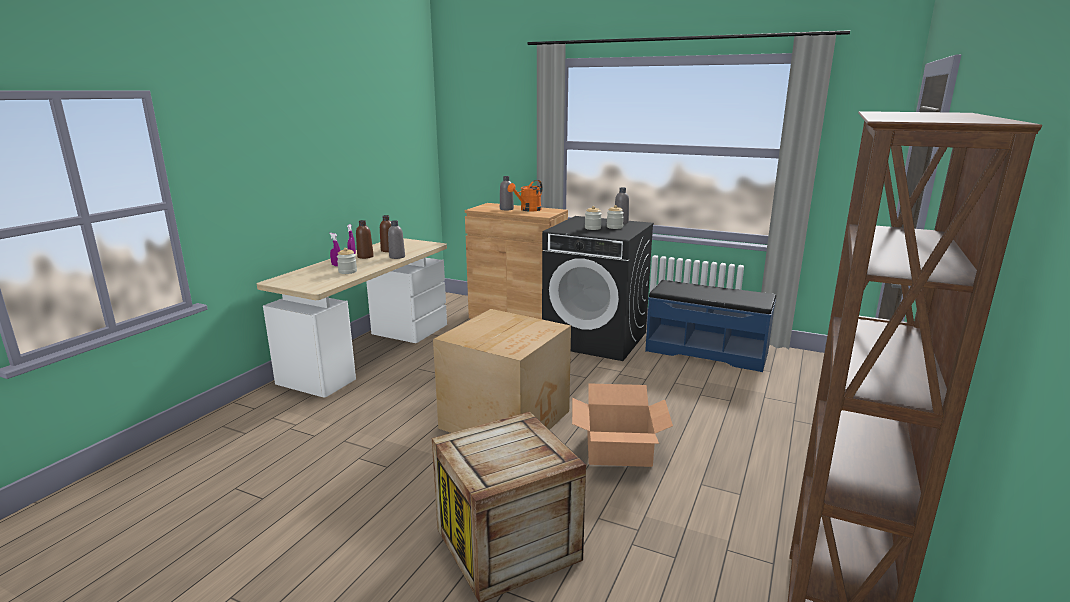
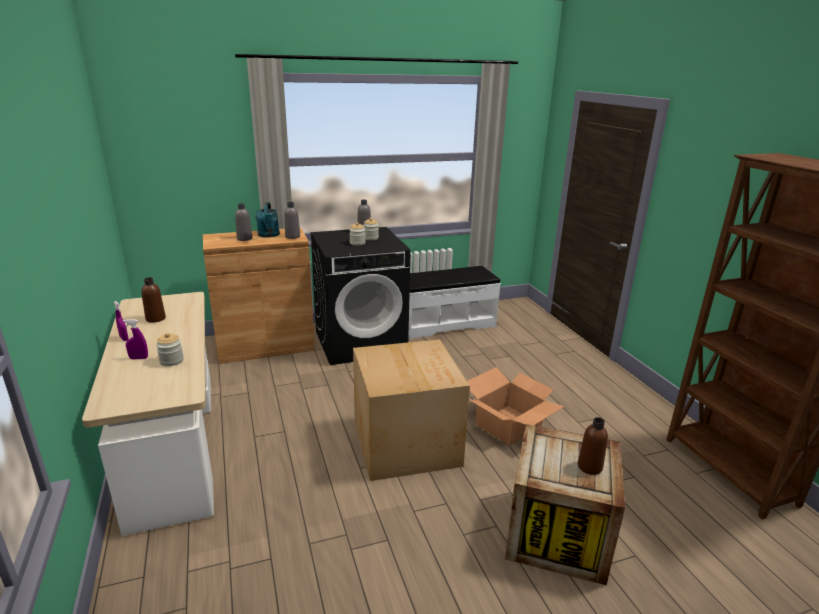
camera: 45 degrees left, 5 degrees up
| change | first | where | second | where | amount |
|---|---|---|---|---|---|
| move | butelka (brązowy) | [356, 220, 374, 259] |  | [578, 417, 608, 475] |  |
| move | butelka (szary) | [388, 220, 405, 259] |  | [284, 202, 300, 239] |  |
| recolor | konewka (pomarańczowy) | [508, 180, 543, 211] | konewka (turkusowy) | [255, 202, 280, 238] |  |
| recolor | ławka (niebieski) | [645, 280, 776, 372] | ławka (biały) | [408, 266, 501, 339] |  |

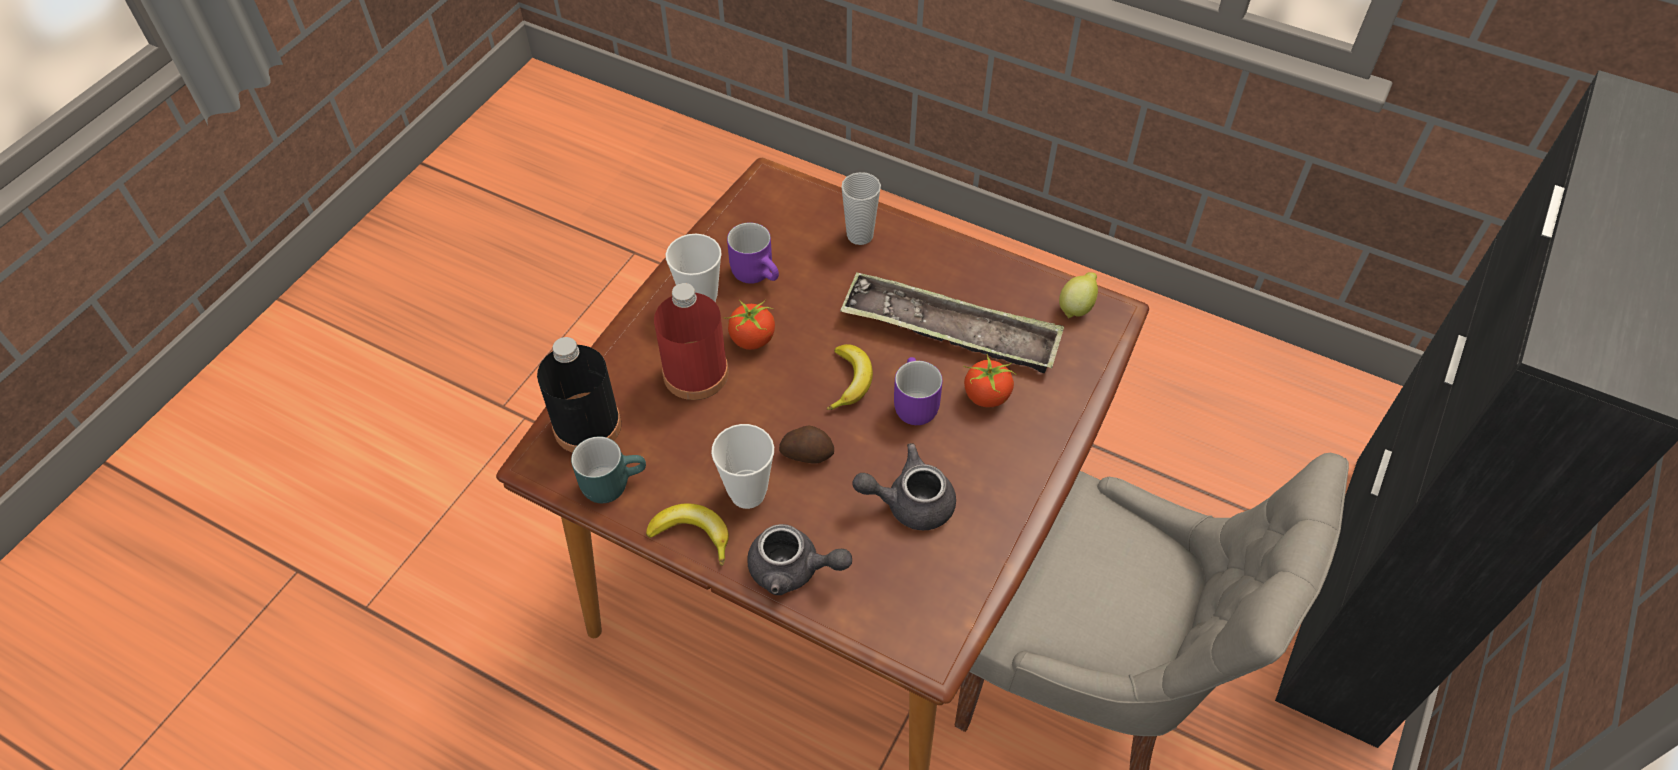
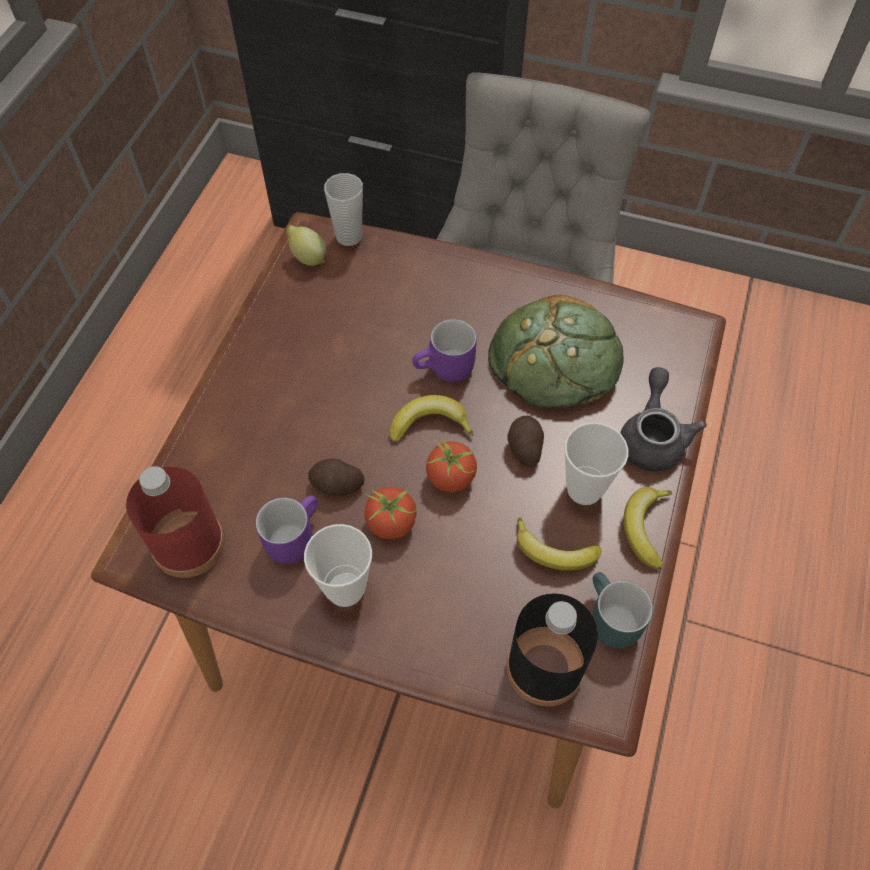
camera: 100 degrees left, 5 degrees up
| change | first | where | second | where | amount |
|---|---|---|---|---|---|
| move | butelka (czerwony) | [654, 283, 729, 400] |  | [126, 466, 225, 578] |  |
| delete | taca | [840, 272, 1064, 373] |  |  |  |
| move | filiżanka | [841, 172, 881, 245] |  | [324, 173, 363, 246] |  |
| replace | imbryk (szary) | [852, 443, 956, 530] | chleb | [488, 295, 624, 408] |  |
| move | pomidor | [963, 354, 1016, 407] |  | [426, 437, 477, 492] |  |
| insert |  |  | ziemniak | [308, 459, 365, 495] |  |
| insert |  |  | banan | [517, 517, 601, 571] |  |

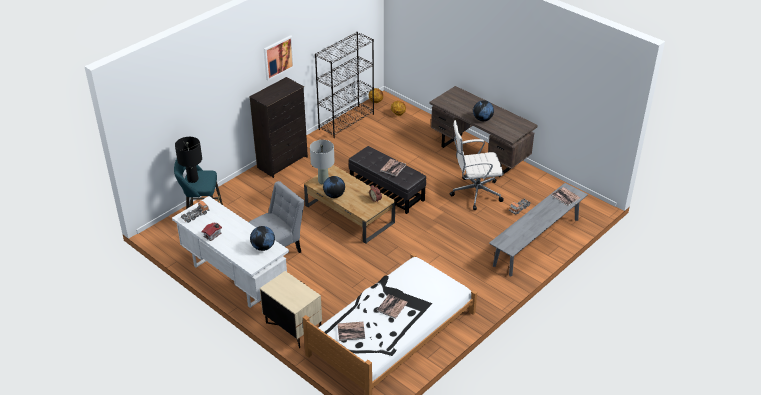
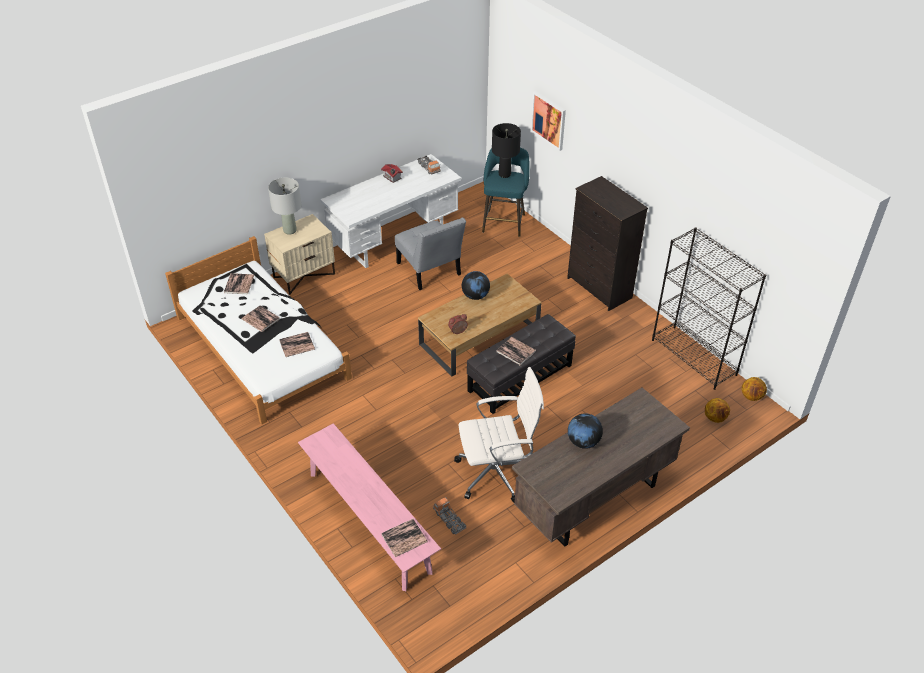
camera: 100 degrees right, 5 degrees up
| change | first | where | second | where | amount |
|---|---|---|---|---|---|
| delete | globus | [250, 226, 275, 251] |  |  |  |
| move | obraz | [264, 35, 294, 81] |  | [531, 91, 566, 151] |  |
| move | lampa stołowa (szary) | [310, 140, 335, 185] |  | [268, 177, 301, 235] |  |
| rotate | krzesło biurowe (biały) | [450, 120, 504, 210] |  | [454, 367, 544, 502] | 75 degrees clockwise |
| recolor | ławka (szary) | [489, 183, 588, 276] | ławka (różowy) | [298, 423, 441, 591] |  |
| insert |  |  | książka | [279, 332, 315, 357] |  |

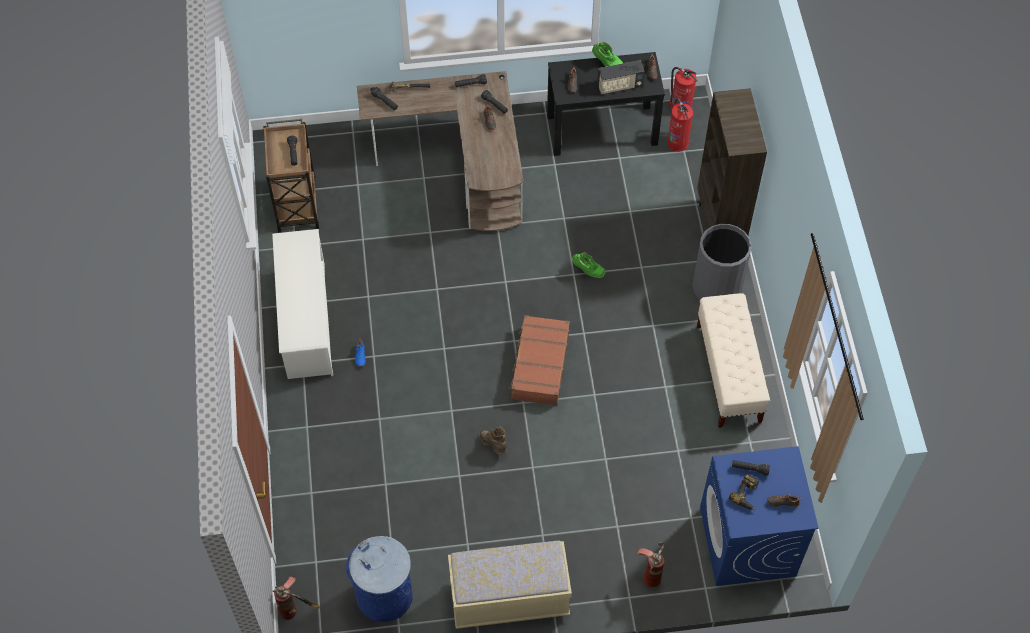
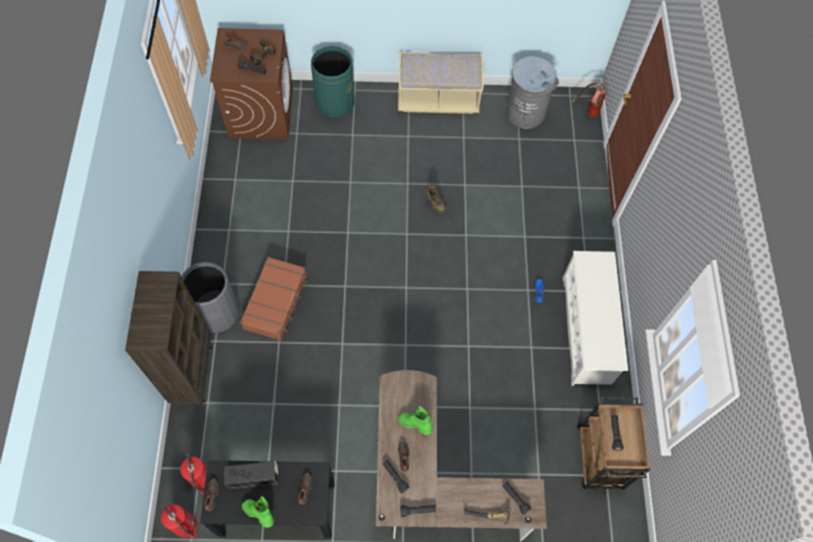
camera: 175 degrees left, 5 degrees up
| change | first | where | second | where | amount |
|---|---|---|---|---|---|
| recolor | kosz na śmieci (niebieski) | [344, 536, 413, 622] | kosz na śmieci (szary) | [506, 56, 559, 129] |  |
| move | walizka (brązowy) | [509, 315, 570, 406] |  | [240, 257, 308, 341] |  |
| move | but z cholewką (zielony) | [572, 252, 605, 278] |  | [398, 406, 433, 435] |  |
| replace | gaśnica | [637, 542, 665, 587] | kosz na śmieci (zielony) | [311, 46, 355, 118] |  |
| delete | ławka (beżowy) | [697, 293, 770, 428] |  |  |  |
| recolor | pralka (niebieski) | [700, 446, 819, 586] | pralka (brązowy) | [210, 28, 293, 140] |  |

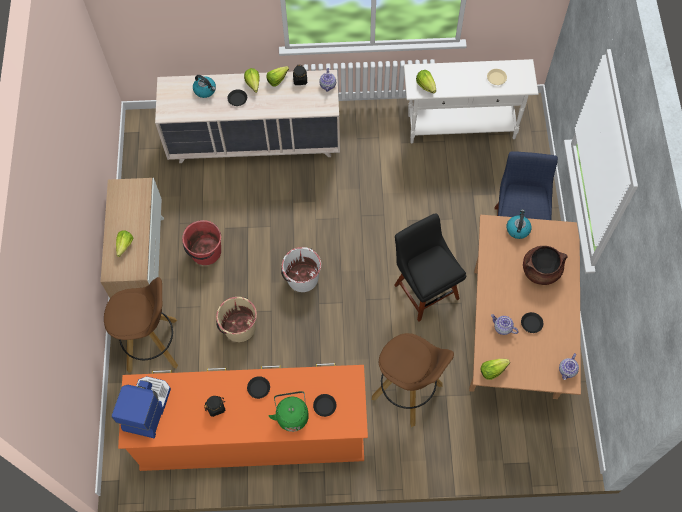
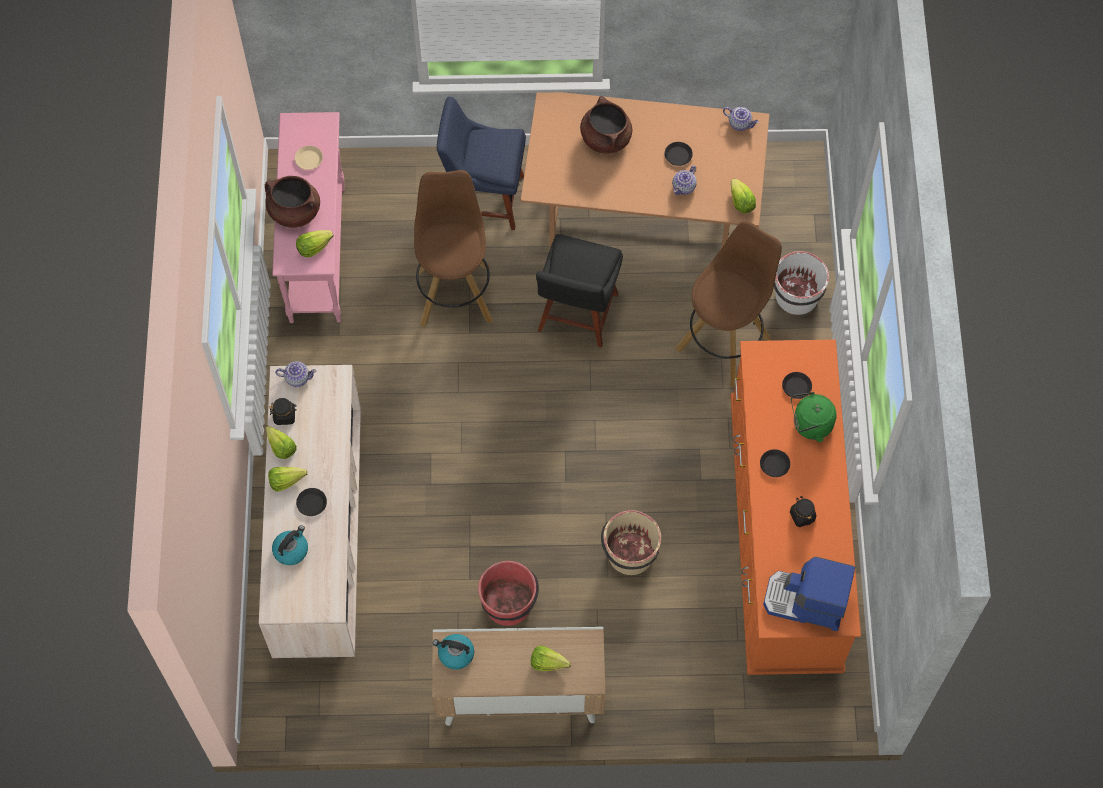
camera: 90 degrees left, 0 degrees up
| change | first | where | second | where | amount |
|---|---|---|---|---|---|
| move | stołek (brązowy) | [104, 277, 178, 373] |  | [414, 170, 493, 327] |  |
| move | wiadro (biały) | [281, 247, 321, 292] |  | [774, 251, 829, 315] |  |
| rotate | krzesło (czarny) | [394, 213, 466, 322] |  | [536, 234, 623, 348] | 45 degrees counterclockwise |
| recolor | stolik konsolowy (biały) | [404, 59, 539, 144] | stolik konsolowy (różowy) | [272, 112, 345, 323] |  |
| move | czajnik | [507, 209, 532, 239] |  | [433, 634, 474, 670] |  |
| insert |  |  | garnek (brązowy) | [265, 176, 320, 228] |  |

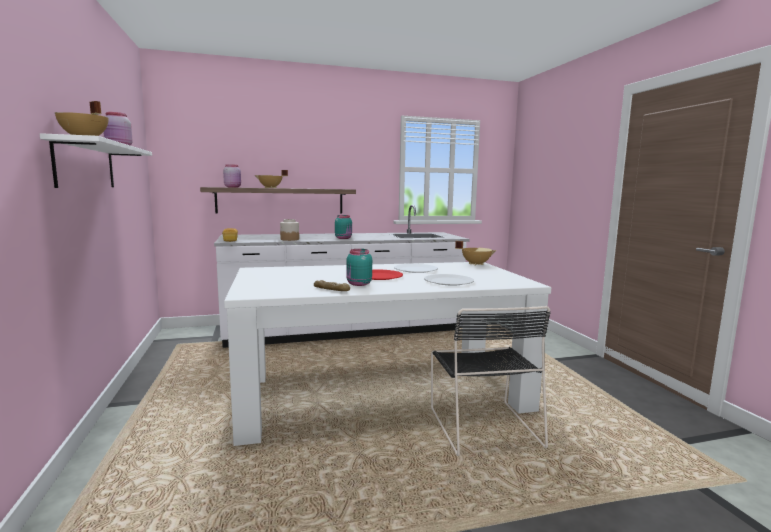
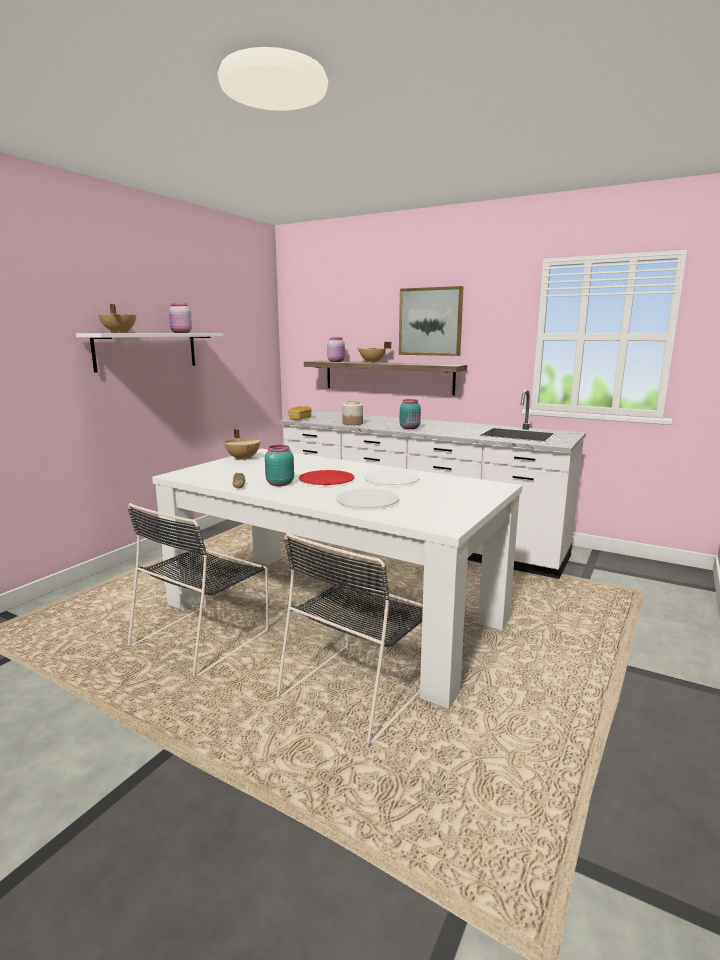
camera: 45 degrees right, 5 degrees up
| change | first | where | second | where | amount |
|---|---|---|---|---|---|
| move | garnek (beżowy) | [455, 241, 496, 266] |  | [224, 429, 260, 461] |  |
| insert |  |  | krzesło (czarny) | [128, 503, 269, 678] |  |
| insert |  |  | obraz | [399, 286, 464, 356] |  |

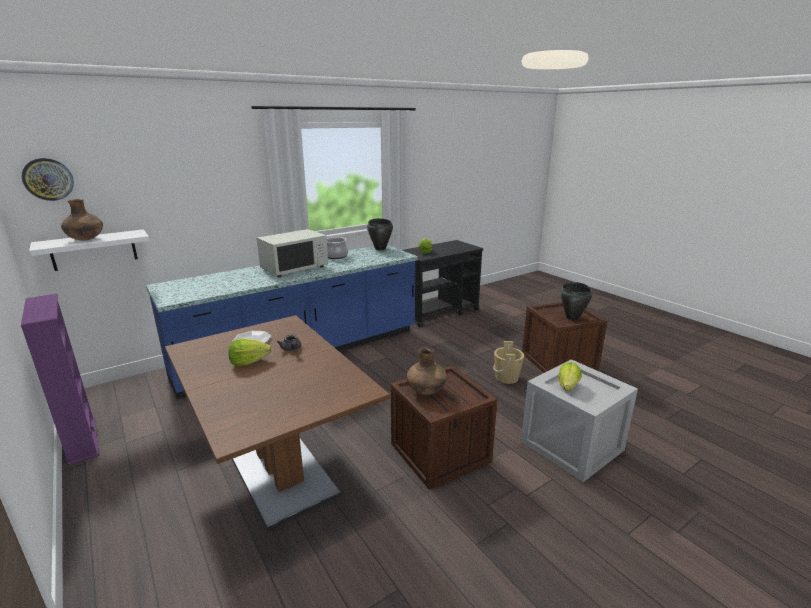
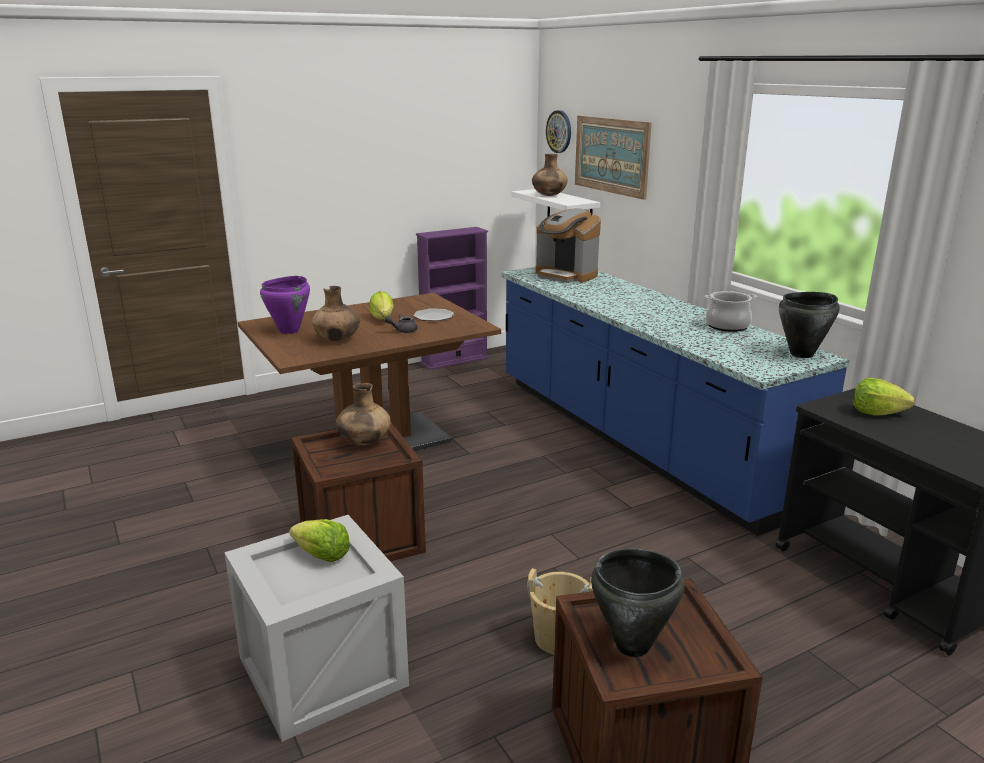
camera: 95 degrees right, 0 degrees up
| change | first | where | second | where | amount |
|---|---|---|---|---|---|
| delete | mikrofalówka (biały) | [257, 229, 328, 277] |  |  |  |
| insert |  |  | garnek (fioletowy) | [260, 276, 310, 334] |  |
| insert |  |  | wazon (brązowy) | [312, 286, 360, 341] |  |
| insert |  |  | ekspres do kawy | [536, 208, 601, 283] |  |
| insert |  |  | obraz | [575, 116, 652, 200] |  |

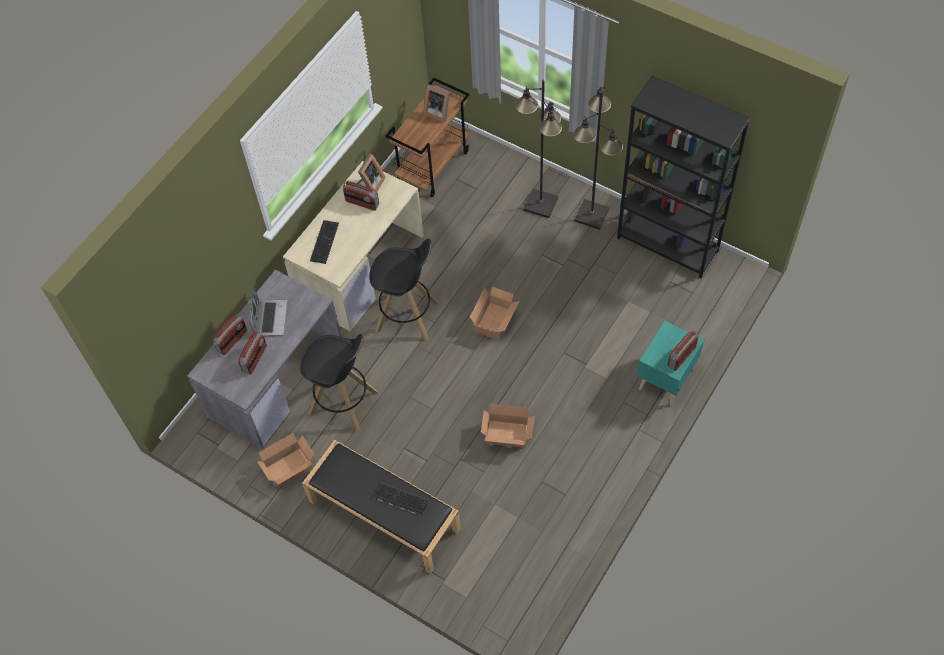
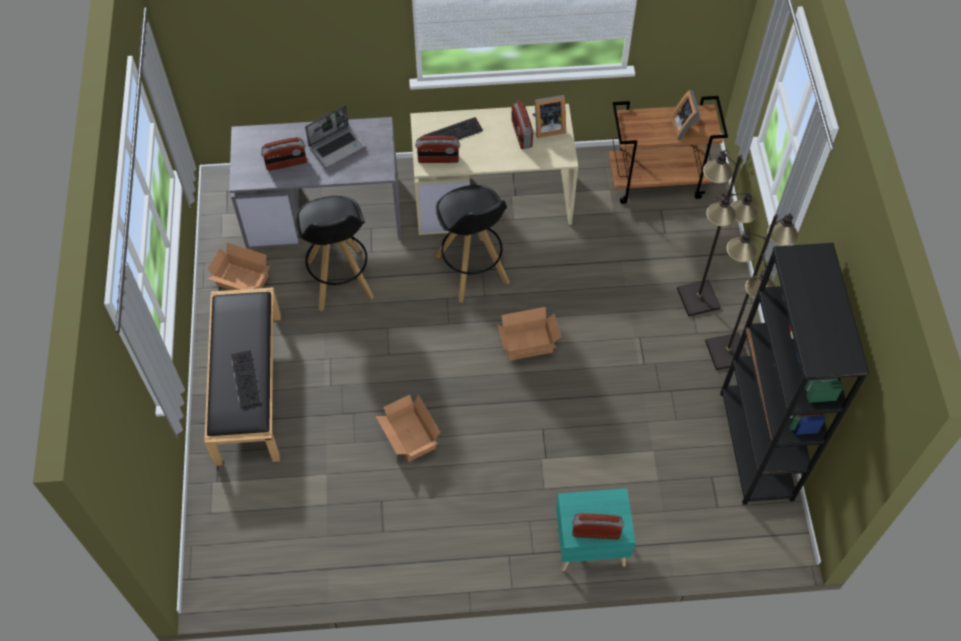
camera: 50 degrees right, 0 degrees up
| change | first | where | second | where | amount |
|---|---|---|---|---|---|
| move | radio | [212, 314, 247, 355] |  | [415, 136, 460, 163] |  |

